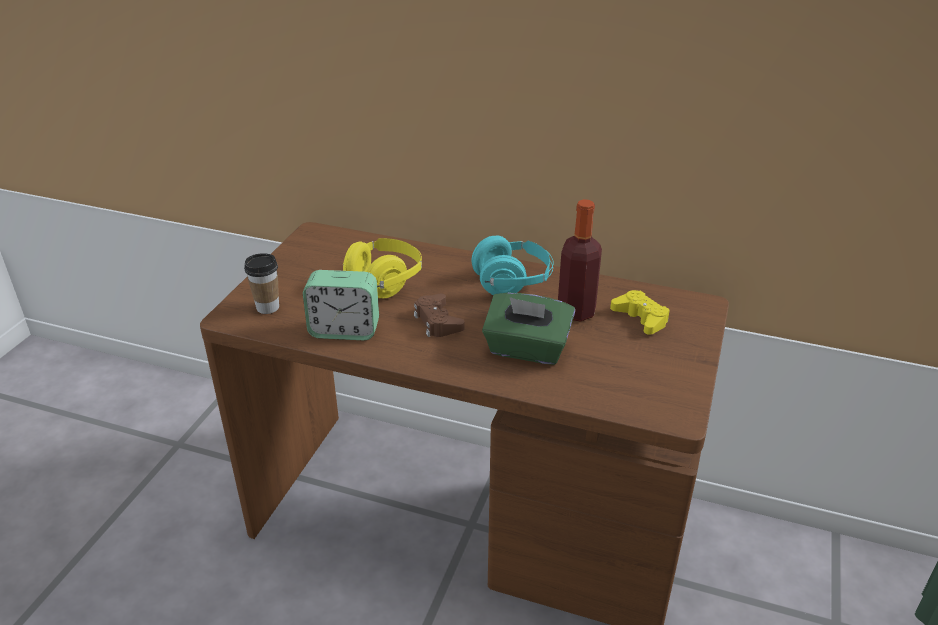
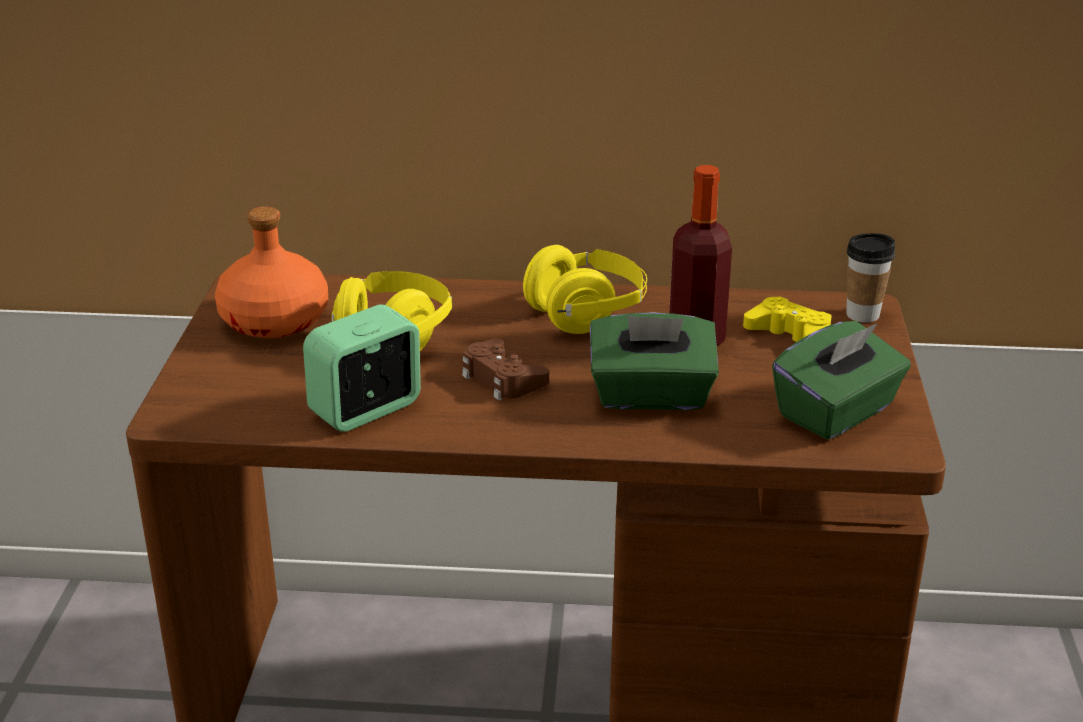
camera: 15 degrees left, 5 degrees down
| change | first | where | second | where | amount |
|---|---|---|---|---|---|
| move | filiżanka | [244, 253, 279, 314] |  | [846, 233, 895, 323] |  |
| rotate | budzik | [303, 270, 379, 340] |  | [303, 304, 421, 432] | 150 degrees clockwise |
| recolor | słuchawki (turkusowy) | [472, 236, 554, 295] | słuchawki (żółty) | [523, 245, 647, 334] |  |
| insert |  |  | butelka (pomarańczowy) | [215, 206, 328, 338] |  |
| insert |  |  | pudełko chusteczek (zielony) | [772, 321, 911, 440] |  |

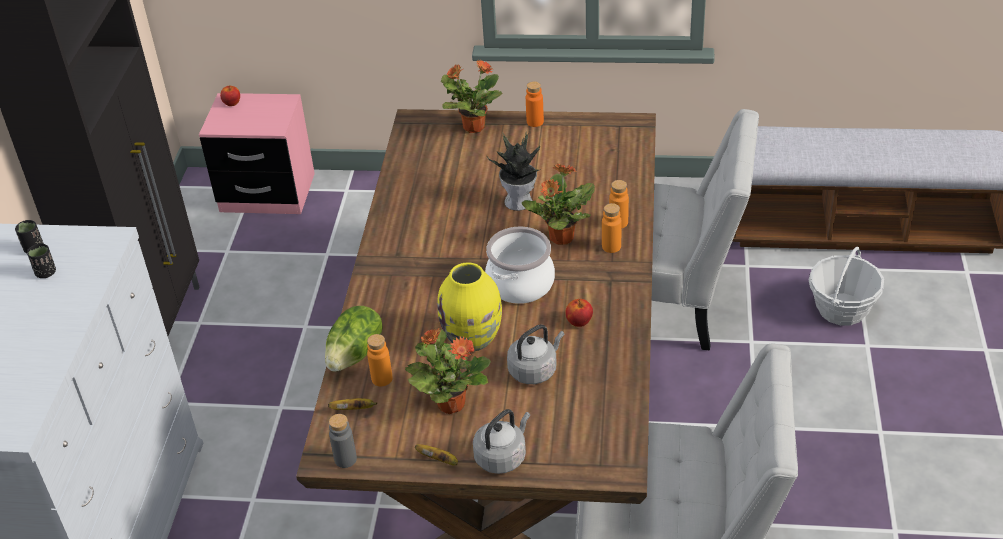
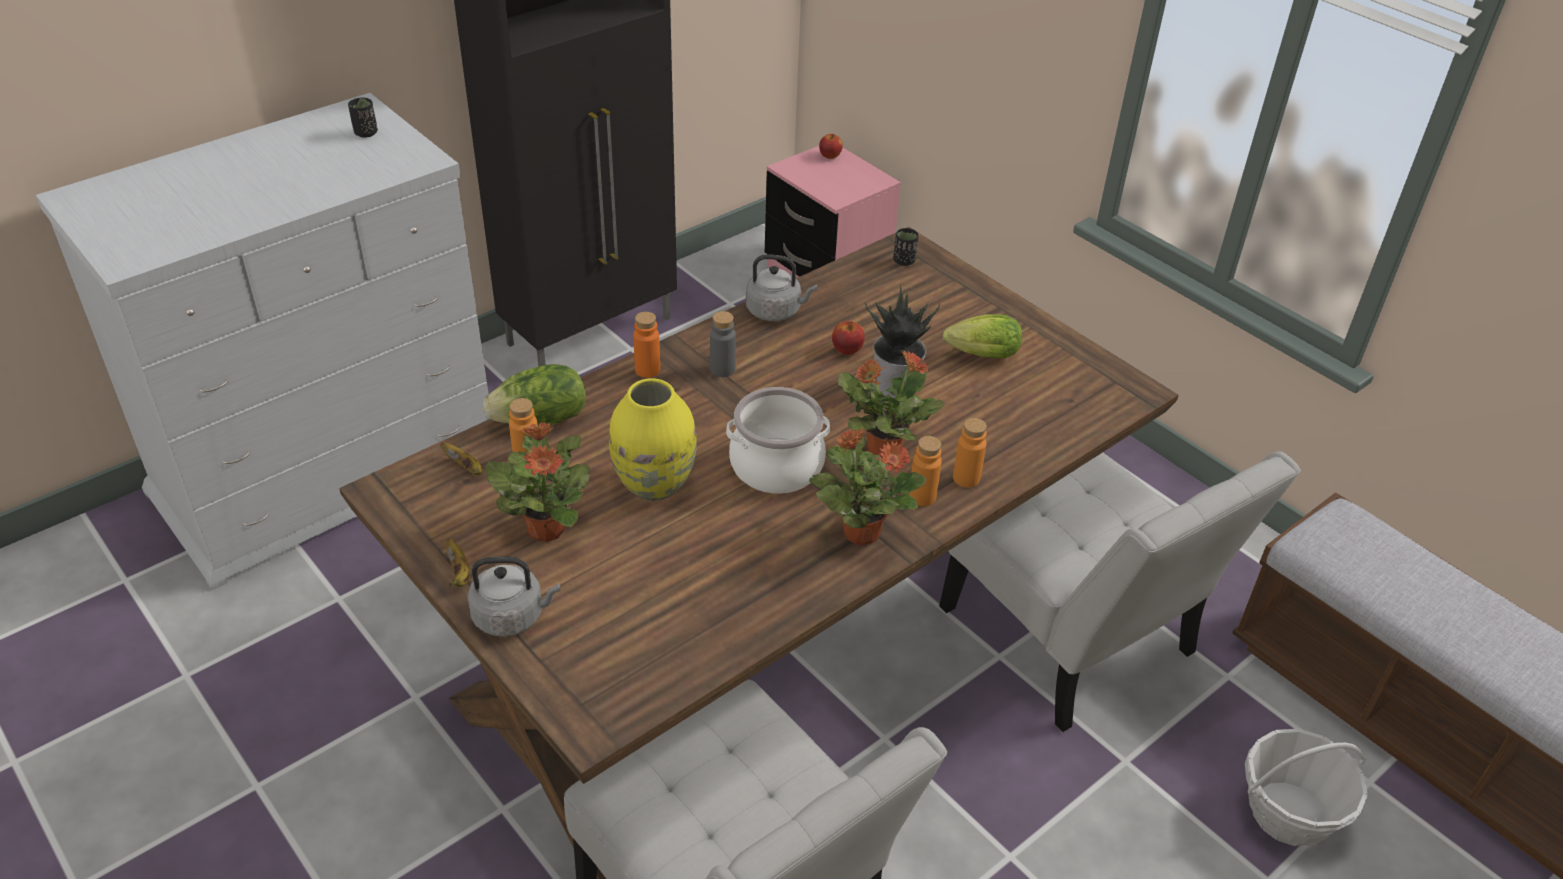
camera: 40 degrees right, 0 degrees up
| change | first | where | second | where | amount |
|---|---|---|---|---|---|
| move | filiżanka (czarny) | [27, 243, 56, 278] |  | [893, 228, 919, 266] |  |
| move | butelka (szary) | [329, 414, 357, 468] |  | [710, 311, 736, 377] |  |
| move | roślina doniczkowa | [441, 60, 503, 133] |  | [810, 428, 927, 546] |  |
| move | czajnik (szary) | [507, 324, 565, 384] |  | [746, 254, 817, 321] |  |
| move | butelka (pomarańczowy) | [526, 81, 544, 127] |  | [633, 312, 660, 378] |  |
| move | jabłko | [565, 299, 593, 327] |  | [832, 321, 865, 355] |  |
| insert |  |  | sałata | [943, 314, 1022, 359] |  |

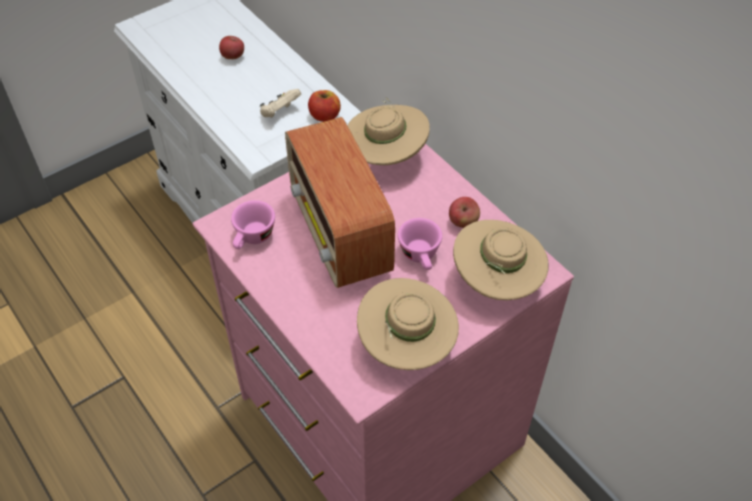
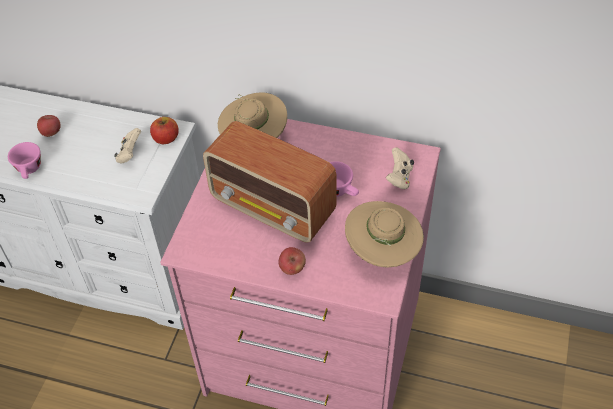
camera: 35 degrees left, 0 degrees up
| change | first | where | second | where | amount |
|---|---|---|---|---|---|
| move | filiżanka (różowy) | [231, 200, 275, 249] |  | [8, 142, 41, 179] |  |
| move | jabłko | [449, 197, 480, 228] |  | [278, 247, 306, 275] |  |
| replace | kapelusz (beżowy) | [453, 220, 548, 300] | pad do gier (beżowy) | [386, 147, 414, 189] |  |

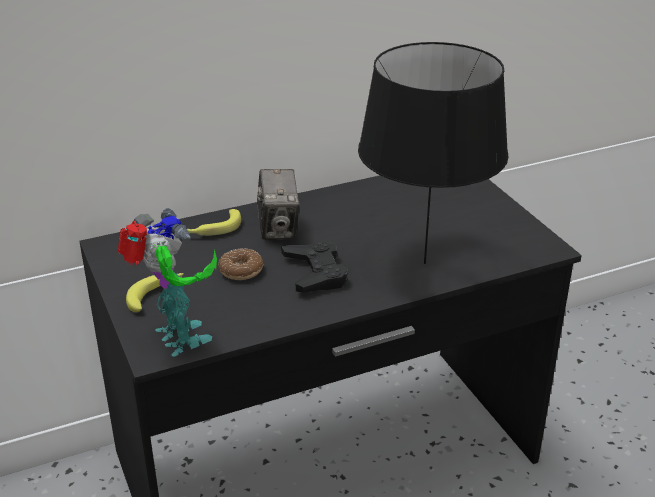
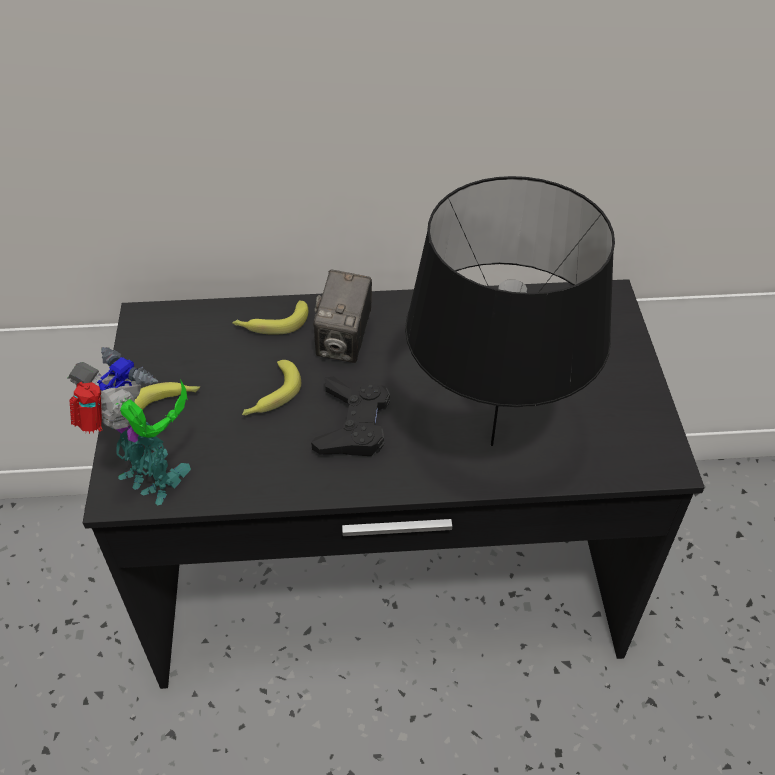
camera: 20 degrees right, 15 degrees up
| change | first | where | second | where | amount |
|---|---|---|---|---|---|
| rotate | robot zabawkowy | [117, 208, 217, 356] |  | [68, 347, 191, 506] | 45 degrees counterclockwise |
| replace | donut | [218, 248, 263, 280] | banan | [242, 360, 301, 416] |  |

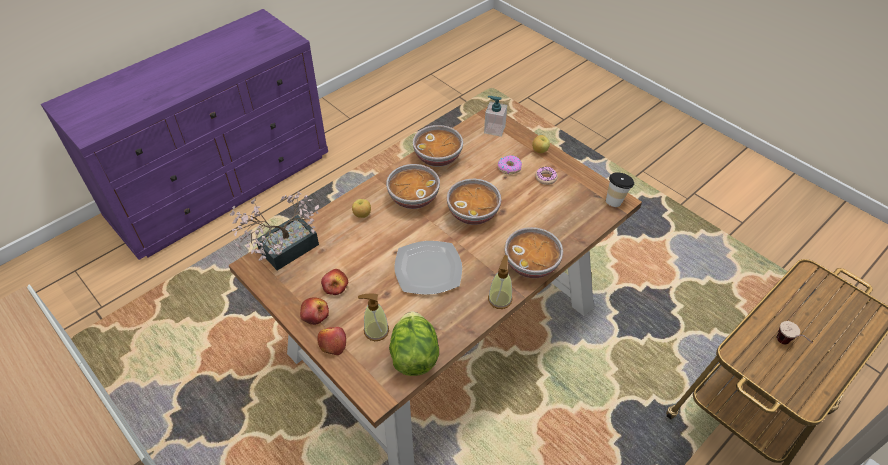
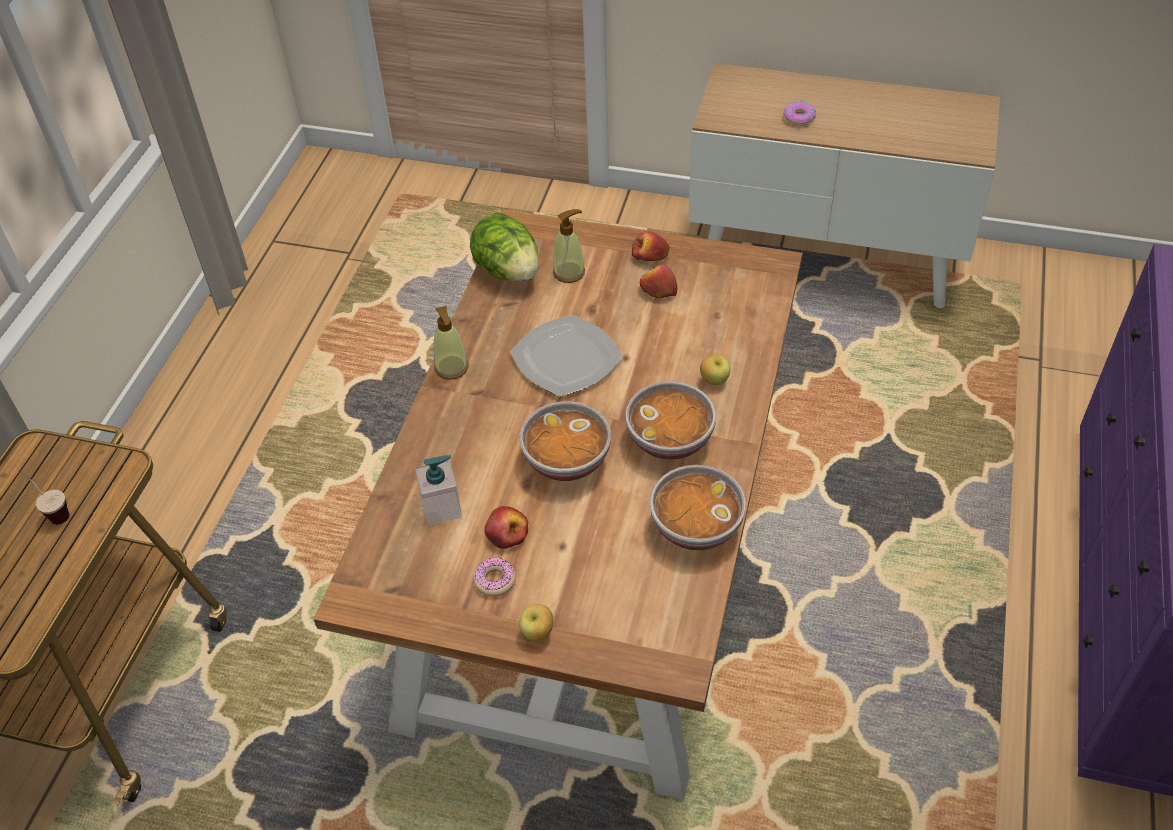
camera: 150 degrees right, 0 degrees up
| change | first | where | second | where | amount |
|---|---|---|---|---|---|
| delete | roślina doniczkowa | [229, 192, 319, 271] |  |  |  |
| move | jabłko | [317, 327, 346, 355] |  | [484, 506, 528, 549] |  |
| move | dozownik mydła | [484, 96, 507, 137] |  | [415, 455, 462, 526] |  |
| move | donut | [498, 155, 522, 174] |  | [783, 100, 816, 126] |  |
| delete | miska | [505, 227, 563, 278] |  |  |  |
| delete | filiżanka | [606, 172, 634, 207] |  |  |  |

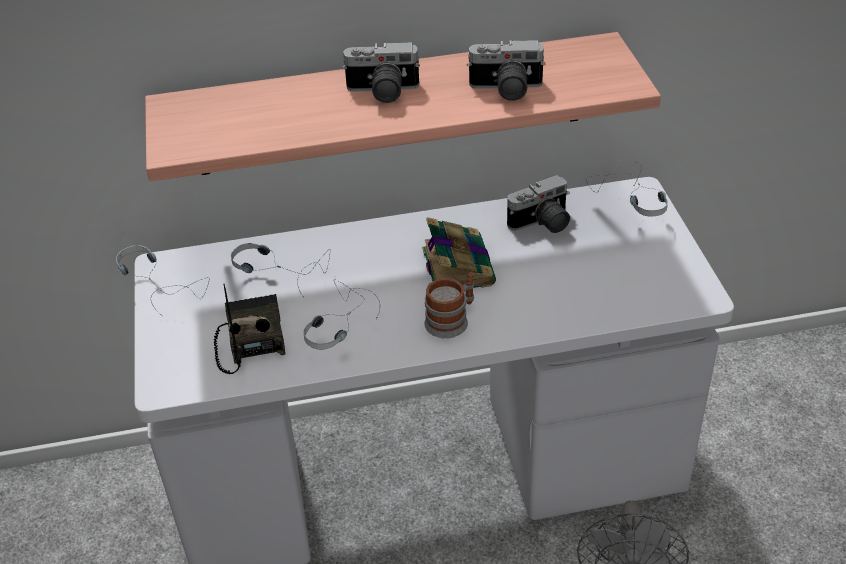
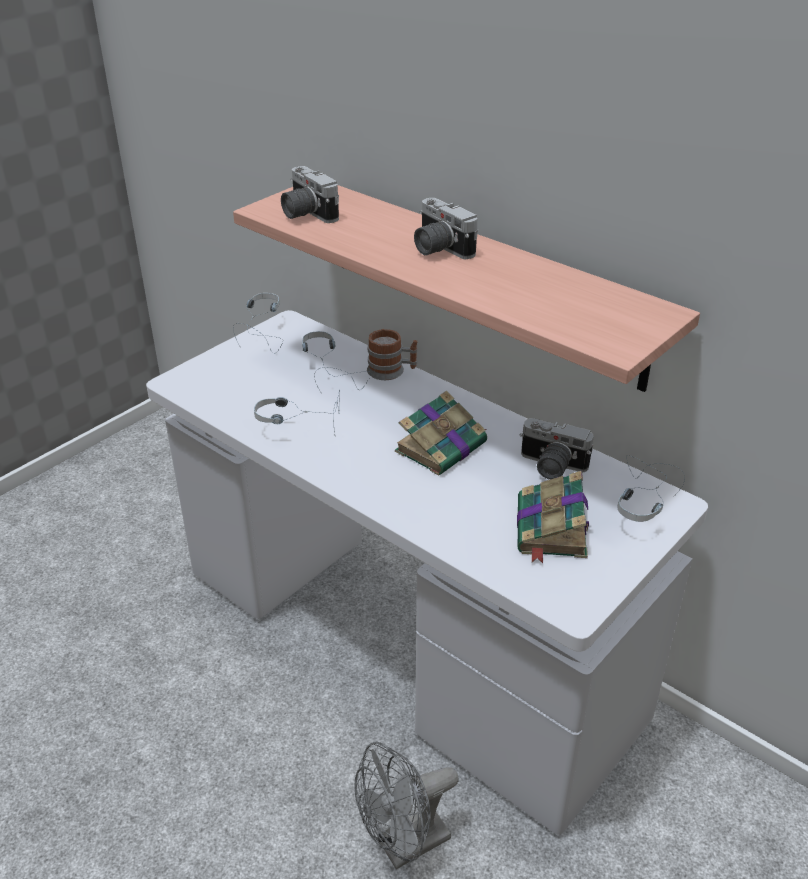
camera: 50 degrees right, 5 degrees down
| change | first | where | second | where | amount |
|---|---|---|---|---|---|
| delete | radio | [214, 284, 285, 374] |  |  |  |
| move | kubek | [424, 273, 474, 339] |  | [367, 329, 418, 380] |  |
| move | aparat fotograficzny | [467, 40, 546, 101] |  | [281, 166, 339, 223] |  |
| insert |  |  | książka | [517, 471, 589, 563] |  |

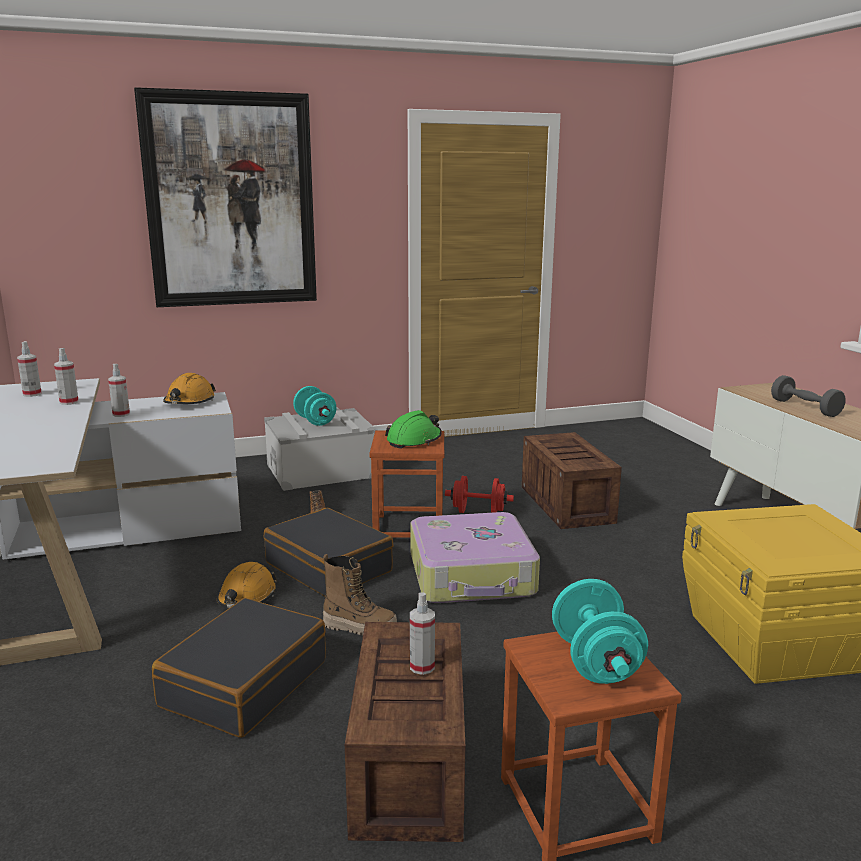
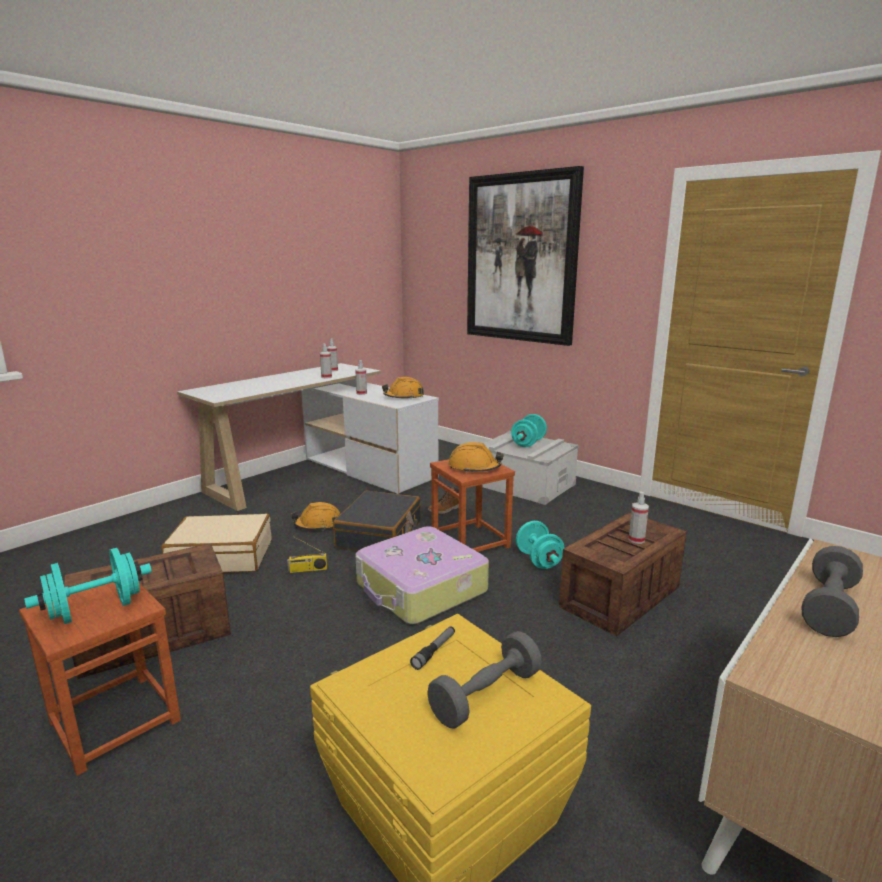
camera: 60 degrees right, 0 degrees up
| change | first | where | second | where | amount |
|---|---|---|---|---|---|
| recolor | walizka (czarny) | [152, 598, 326, 738] | walizka (beżowy) | [161, 514, 272, 573] |  |
| replace | but z cholewką | [323, 554, 397, 636] | radio | [287, 537, 327, 573] |  |
| recolor | kask (zielony) | [385, 410, 442, 449] | kask (pomarańczowy) | [449, 442, 504, 473] |  |
| move | spryskiwacz | [410, 592, 435, 675] |  | [629, 492, 649, 544] |  |
| recolor | hantel (czerwony) | [445, 476, 514, 513] | hantel (turkusowy) | [516, 521, 564, 569] |  |
| insert |  |  | latarka | [410, 626, 455, 670] |  |
| insert |  |  | hantel (szary) | [427, 631, 542, 728] |  |

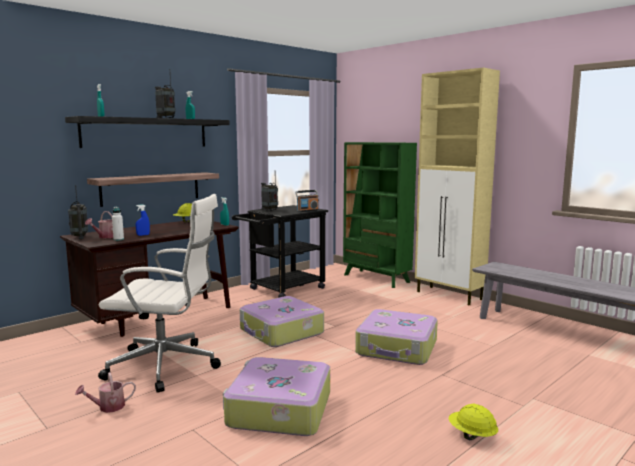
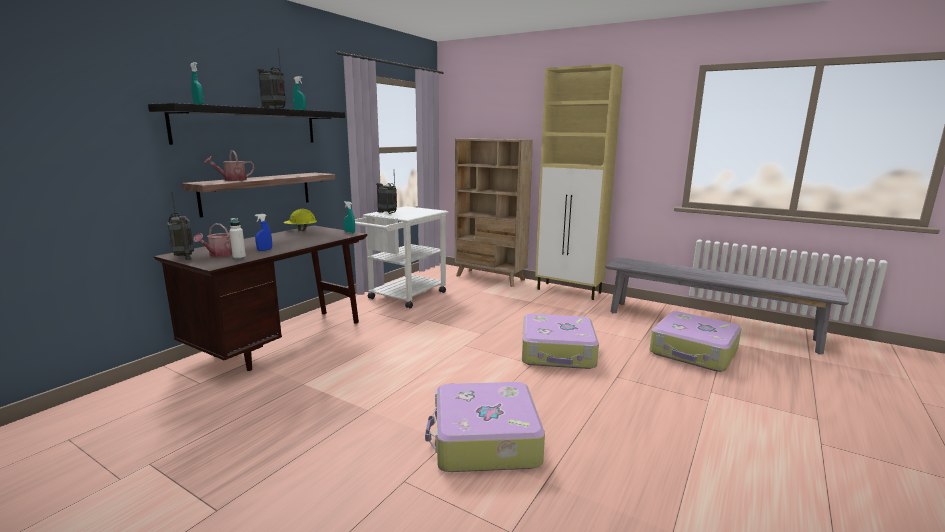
camera: 15 degrees left, 5 degrees up
| change | first | where | second | where | amount |
|---|---|---|---|---|---|
| move | konewka | [75, 372, 136, 413] |  | [204, 150, 254, 181] |  |
| delete | krzesło biurowe (biały) | [98, 194, 221, 393] |  |  |  |
| recolor | wózek (czarny) | [232, 205, 328, 297] | wózek (biały) | [355, 206, 449, 308] |  |
| move | walizka | [240, 296, 324, 347] |  | [650, 311, 741, 372] |  |
| delete | radio | [295, 190, 319, 212] |  |  |  |
| recolor | regał (zielony) | [343, 142, 417, 288] | regał (beżowy) | [455, 138, 533, 287] |  |
| delete | kask (żółty) | [449, 404, 498, 440] |  |  |  |

